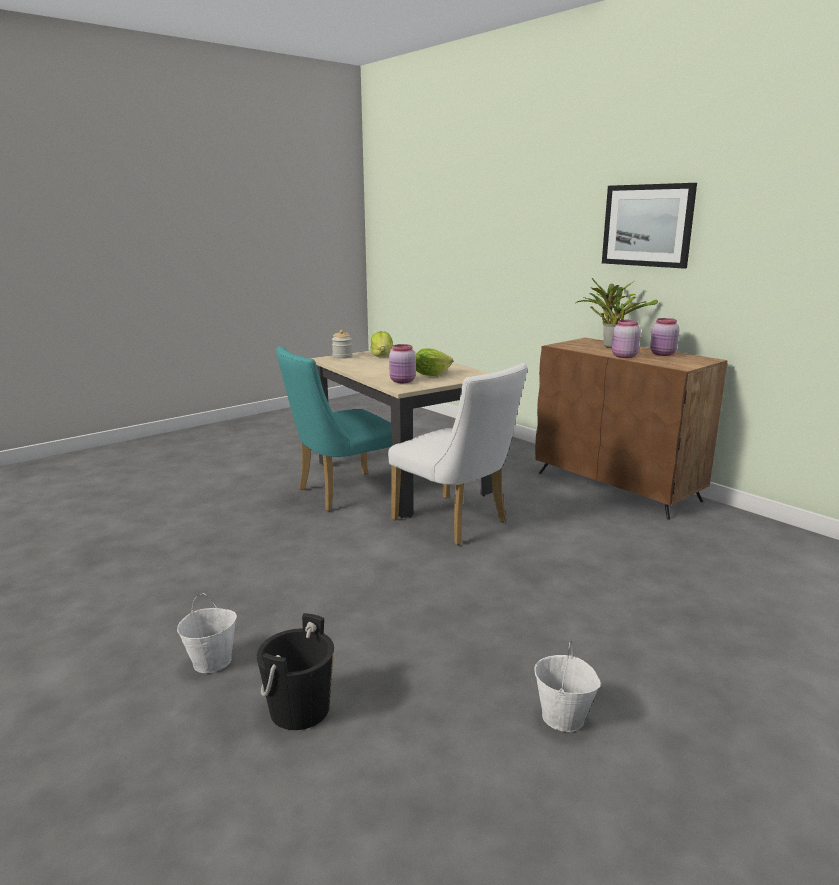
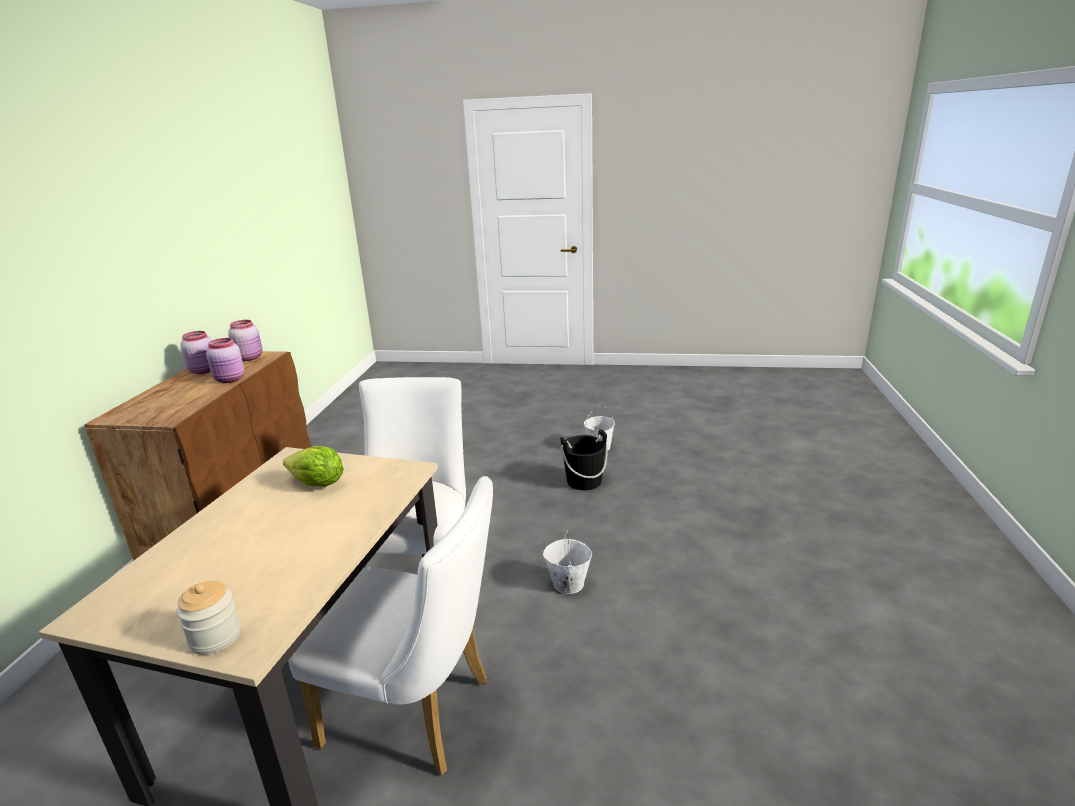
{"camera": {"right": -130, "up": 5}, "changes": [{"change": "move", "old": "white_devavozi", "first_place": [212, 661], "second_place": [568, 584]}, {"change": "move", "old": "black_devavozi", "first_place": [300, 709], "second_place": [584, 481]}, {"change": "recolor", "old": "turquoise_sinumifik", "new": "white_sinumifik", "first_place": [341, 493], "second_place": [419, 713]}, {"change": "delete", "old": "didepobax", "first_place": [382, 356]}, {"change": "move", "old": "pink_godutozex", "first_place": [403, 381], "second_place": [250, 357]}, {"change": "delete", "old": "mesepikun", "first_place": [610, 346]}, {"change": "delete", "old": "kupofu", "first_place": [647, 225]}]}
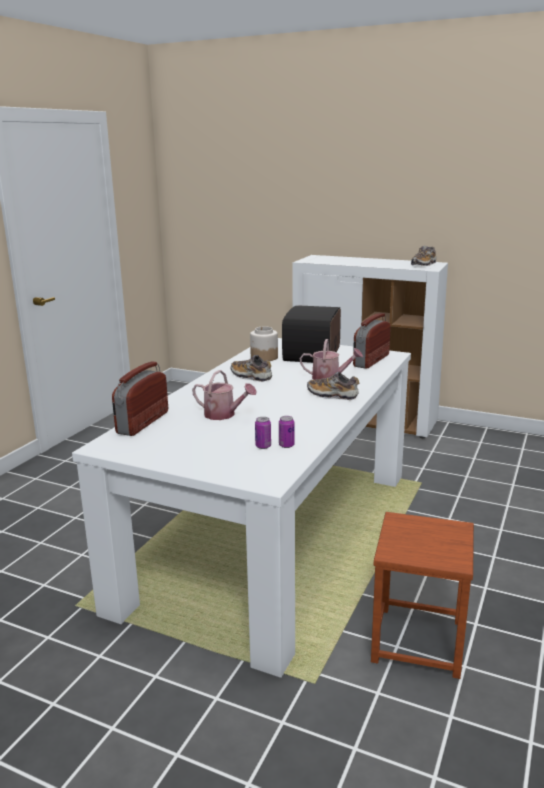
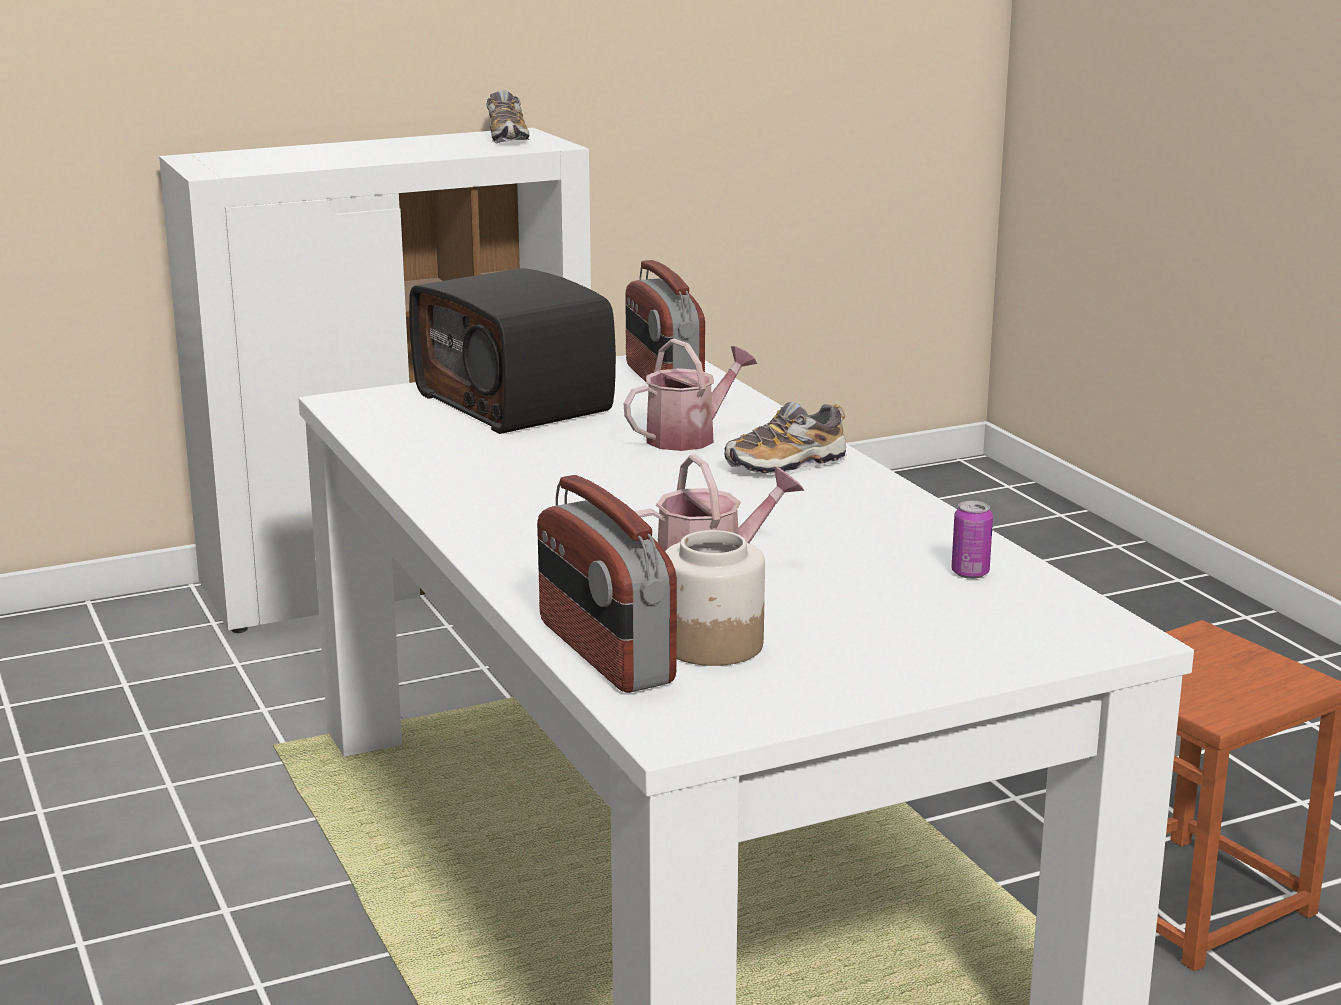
{"camera": {"right": -50, "up": 0}, "changes": [{"change": "delete", "old": "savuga", "first_place": [251, 377]}, {"change": "move", "old": "godutozex", "first_place": [264, 357], "second_place": [711, 644]}, {"change": "delete", "old": "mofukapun", "first_place": [263, 446]}]}
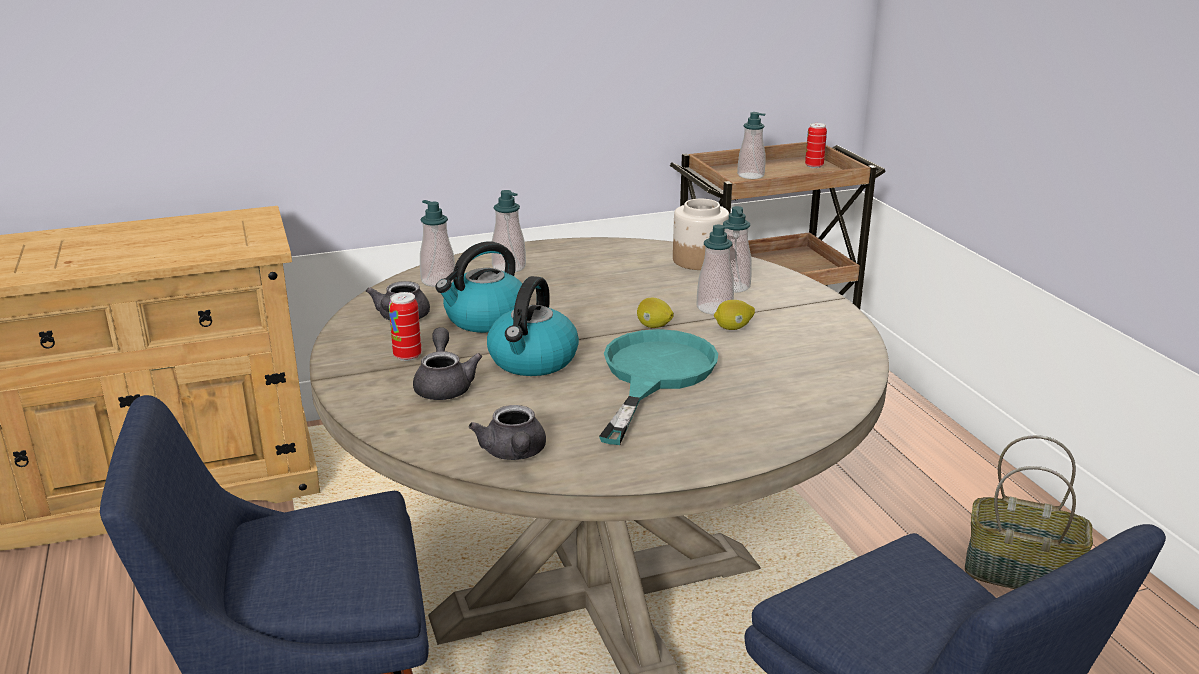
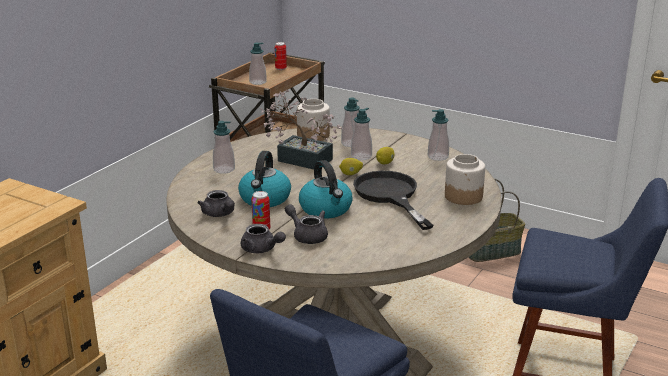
{"camera": {"right": -40, "up": 0}, "changes": [{"change": "move", "old": "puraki", "first_place": [438, 281], "second_place": [438, 157]}, {"change": "move", "old": "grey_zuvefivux", "first_place": [514, 454], "second_place": [261, 249]}, {"change": "recolor", "old": "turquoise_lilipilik", "new": "black_lilipilik", "first_place": [653, 375], "second_place": [390, 195]}, {"change": "insert", "new": "mesepikun", "second_place": [299, 158]}, {"change": "insert", "new": "godutozex", "second_place": [464, 196]}]}
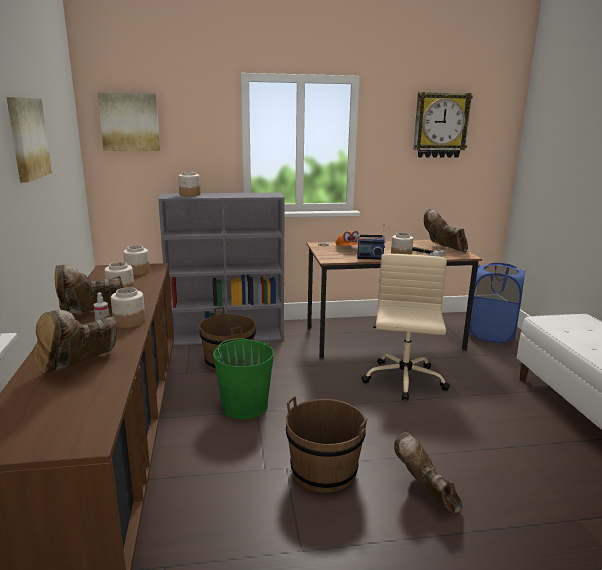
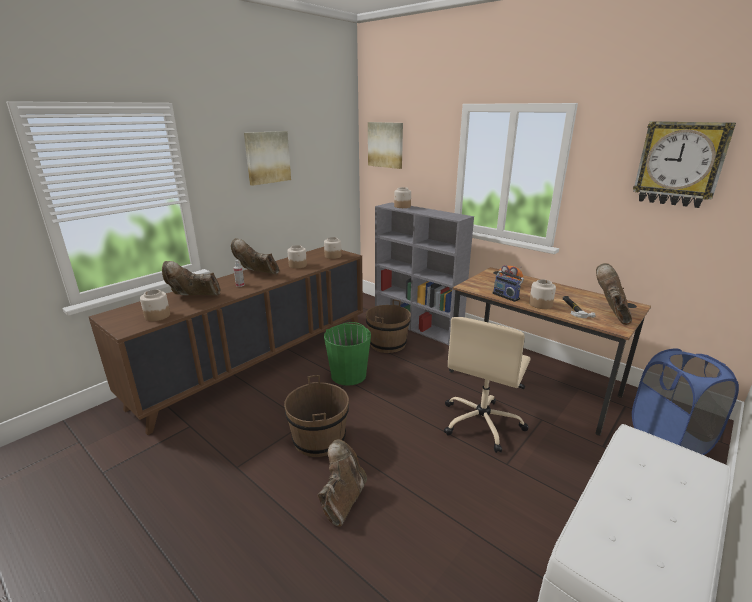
{"camera": {"right": 50, "up": 5}, "changes": [{"change": "move", "old": "godutozex", "first_place": [129, 322], "second_place": [157, 316]}, {"change": "rotate", "old": "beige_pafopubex", "first_place": [404, 381], "second_place": [482, 423], "degrees": 150}]}
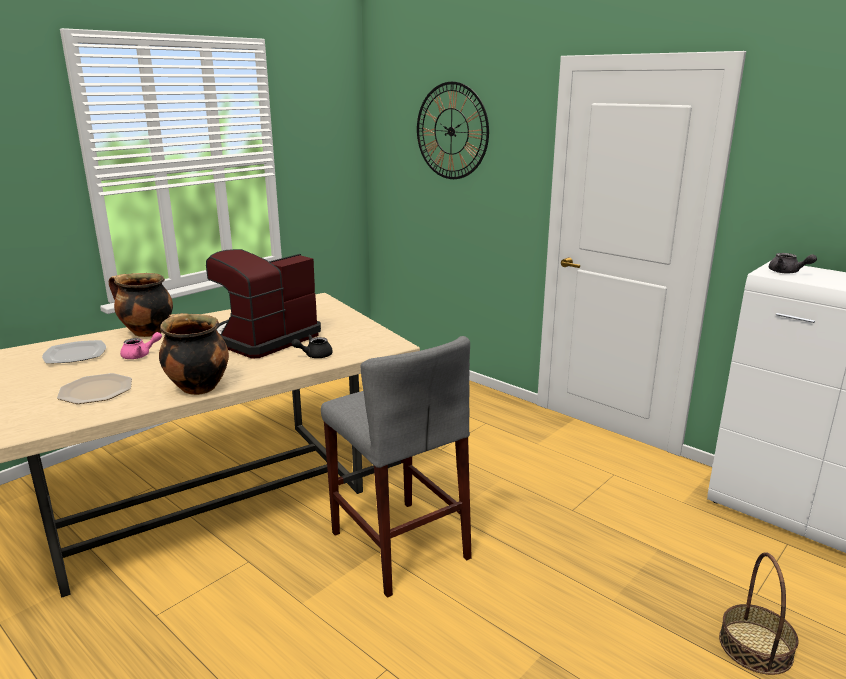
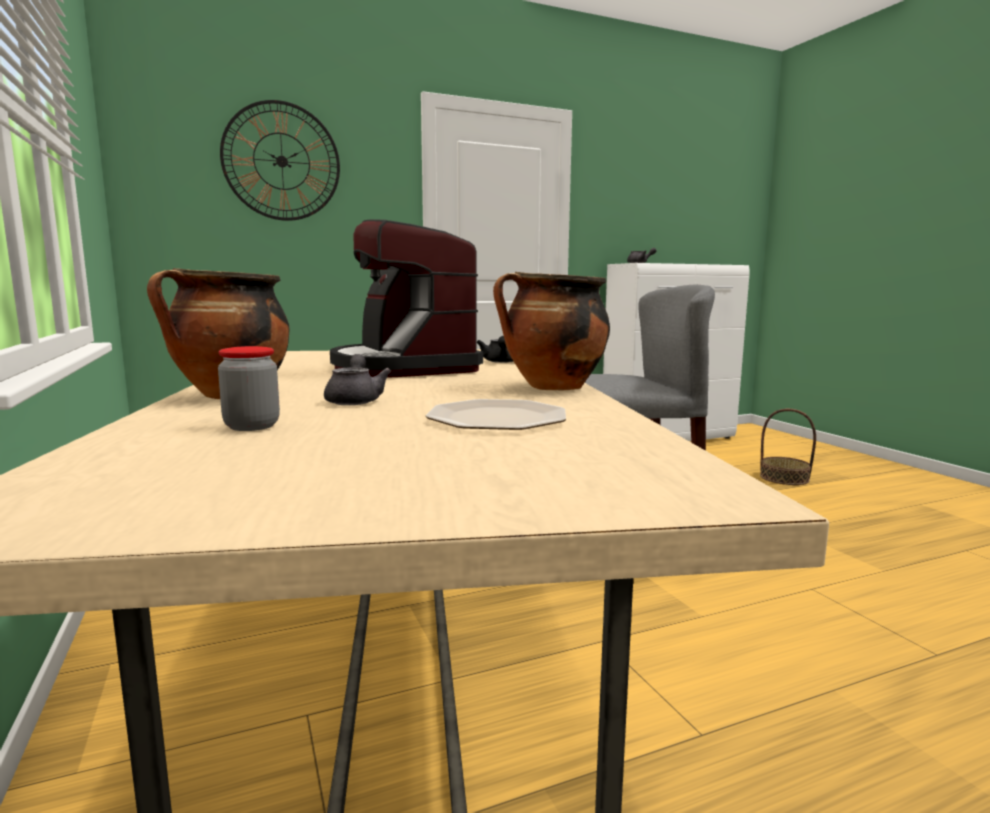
{"camera": {"right": -65, "up": -10}, "changes": [{"change": "replace", "old": "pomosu", "new": "godutozex", "first_place": [76, 354], "second_place": [252, 426]}, {"change": "recolor", "old": "pink_zuvefivux", "new": "grey_zuvefivux", "first_place": [140, 355], "second_place": [355, 400]}]}
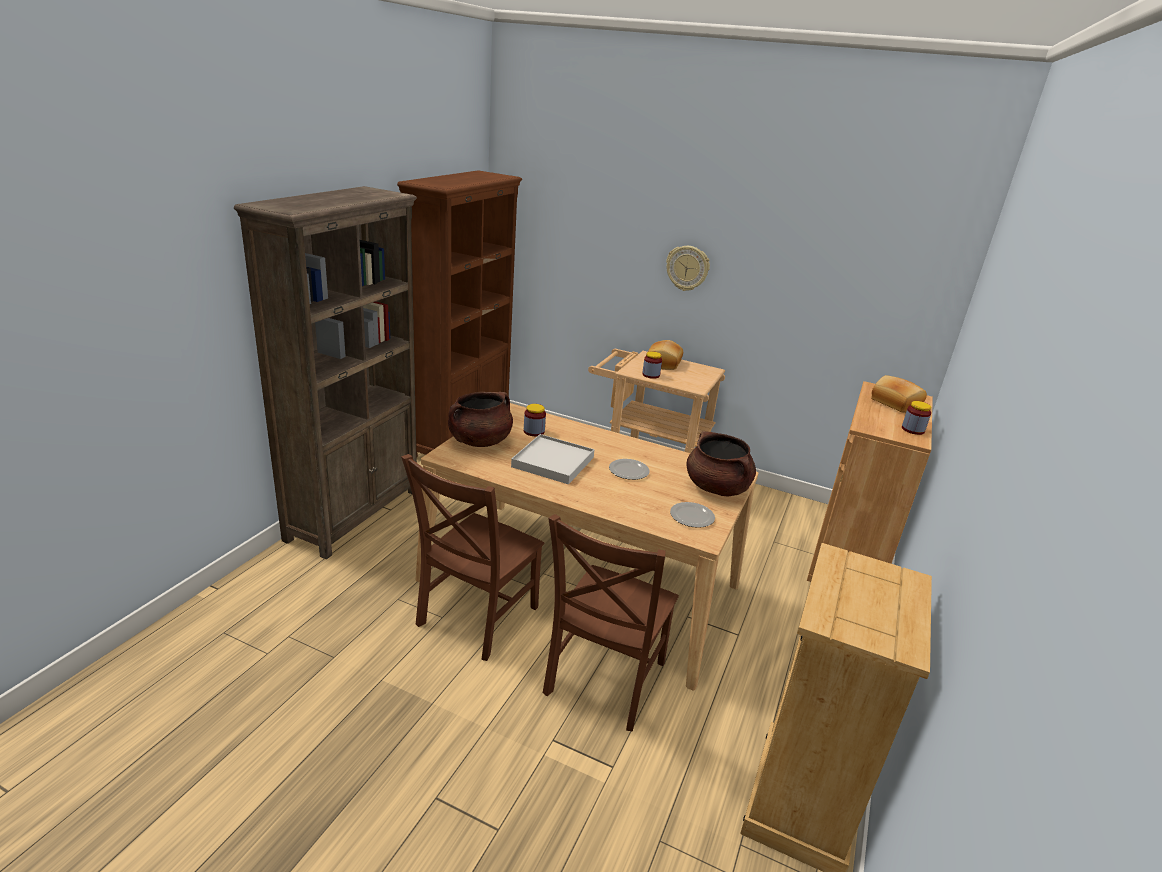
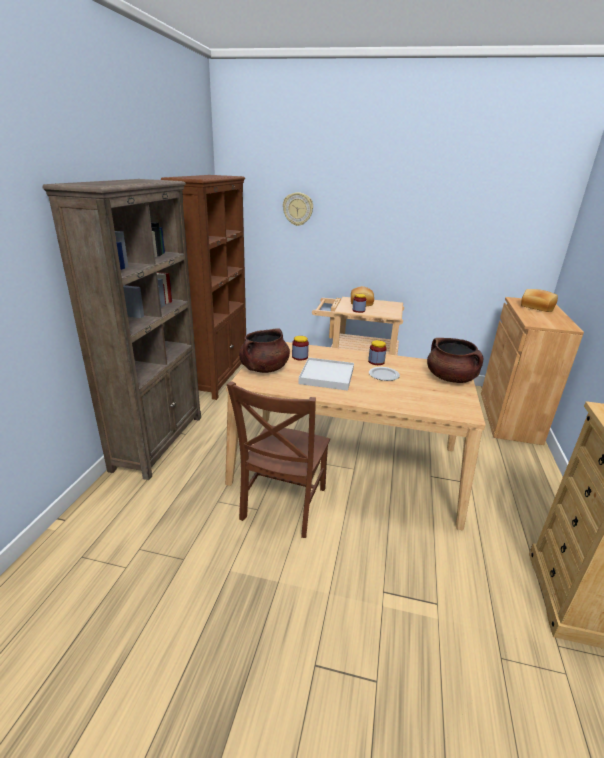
{"camera": {"right": -10, "up": 0}, "changes": [{"change": "delete", "old": "brown_sinumifik", "first_place": [603, 681]}, {"change": "move", "old": "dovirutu", "first_place": [687, 268], "second_place": [298, 209]}, {"change": "delete", "old": "pomosu", "first_place": [692, 517]}, {"change": "move", "old": "godutozex", "first_place": [913, 430], "second_place": [376, 362]}]}
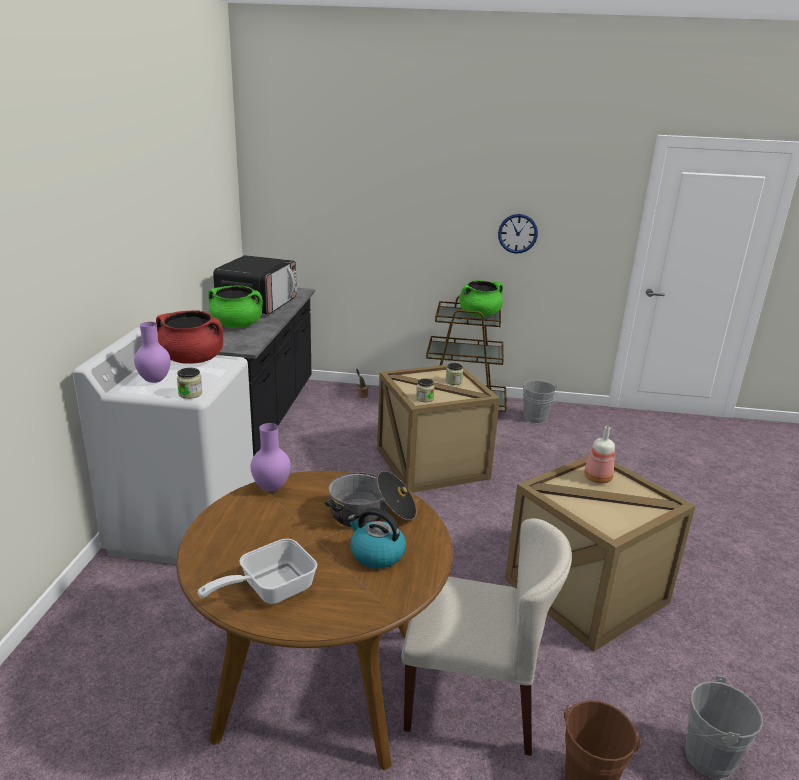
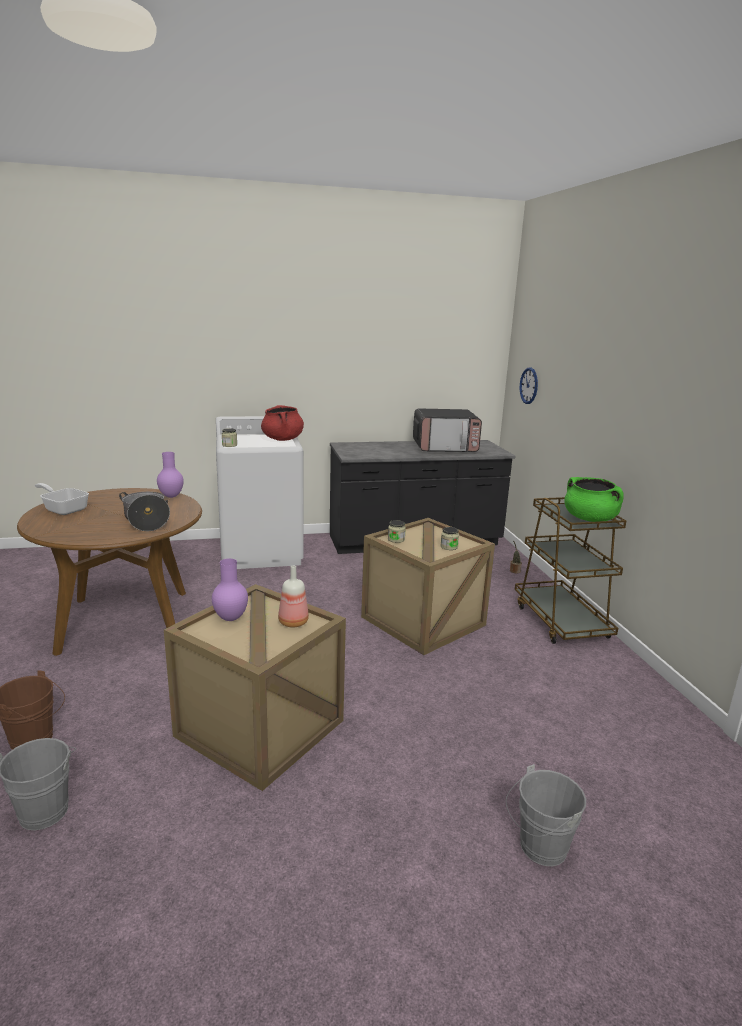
{"camera": {"right": 70, "up": -5}, "changes": [{"change": "move", "old": "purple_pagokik", "first_place": [154, 380], "second_place": [231, 618]}, {"change": "delete", "old": "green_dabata", "first_place": [237, 325]}, {"change": "delete", "old": "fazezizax", "first_place": [376, 554]}, {"change": "delete", "old": "beige_sinumifik", "first_place": [472, 698]}, {"change": "move", "old": "dovirutu", "first_place": [517, 233], "second_place": [529, 385]}, {"change": "move", "old": "grey_devavozi", "first_place": [535, 419], "second_place": [539, 848]}]}
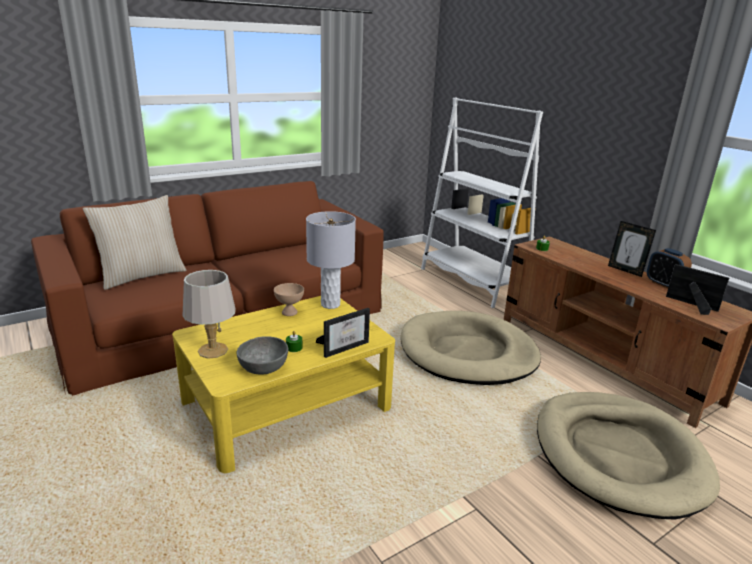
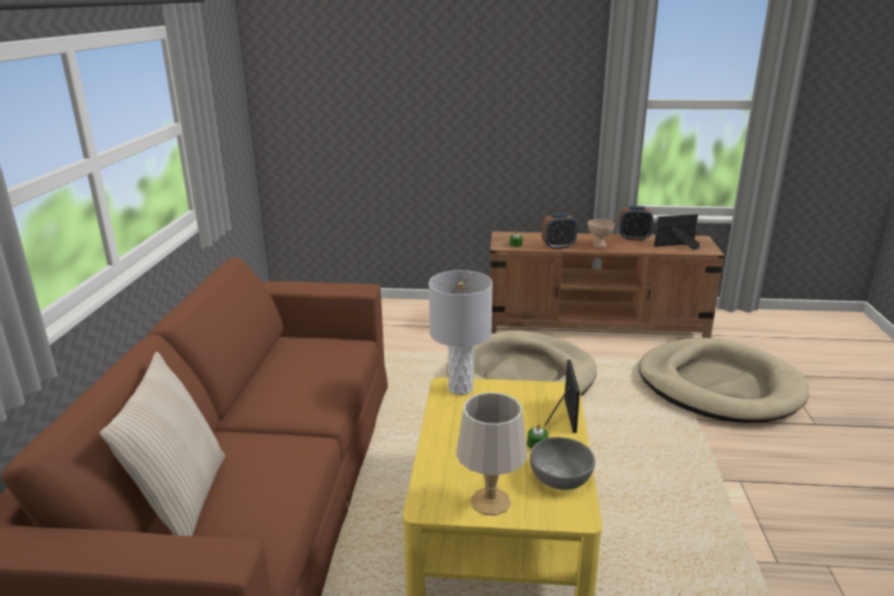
{"camera": {"right": -50, "up": 0}, "changes": [{"change": "move", "old": "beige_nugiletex", "first_place": [289, 312], "second_place": [598, 245]}, {"change": "delete", "old": "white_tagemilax", "first_place": [473, 281]}, {"change": "delete", "old": "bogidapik", "first_place": [625, 270]}, {"change": "insert", "new": "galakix", "second_place": [558, 246]}]}
